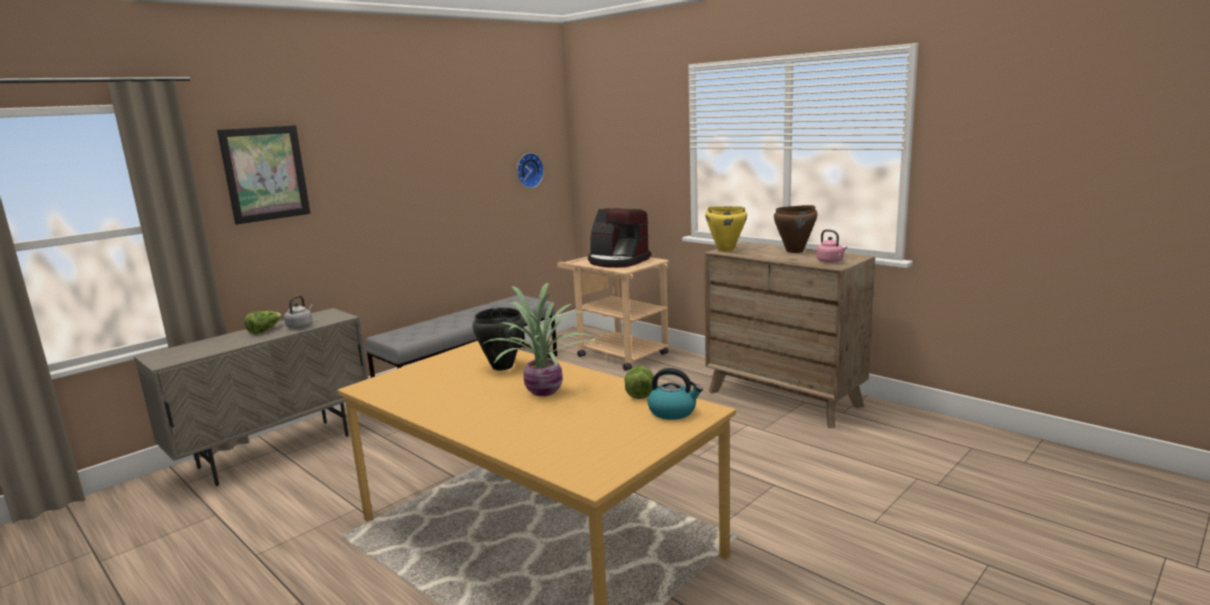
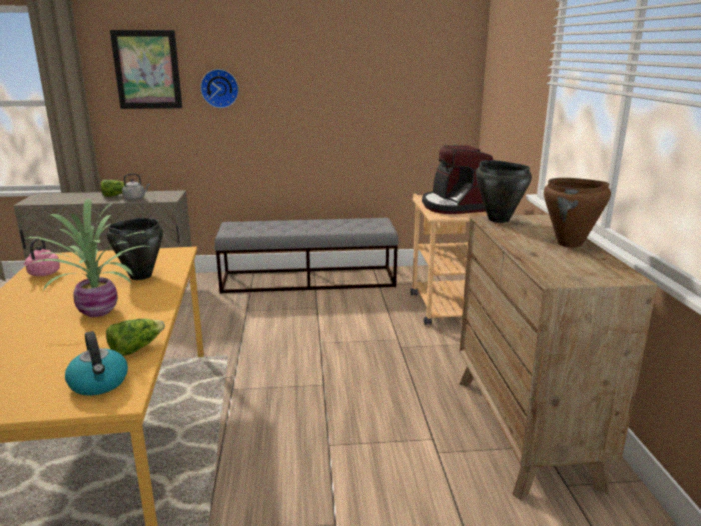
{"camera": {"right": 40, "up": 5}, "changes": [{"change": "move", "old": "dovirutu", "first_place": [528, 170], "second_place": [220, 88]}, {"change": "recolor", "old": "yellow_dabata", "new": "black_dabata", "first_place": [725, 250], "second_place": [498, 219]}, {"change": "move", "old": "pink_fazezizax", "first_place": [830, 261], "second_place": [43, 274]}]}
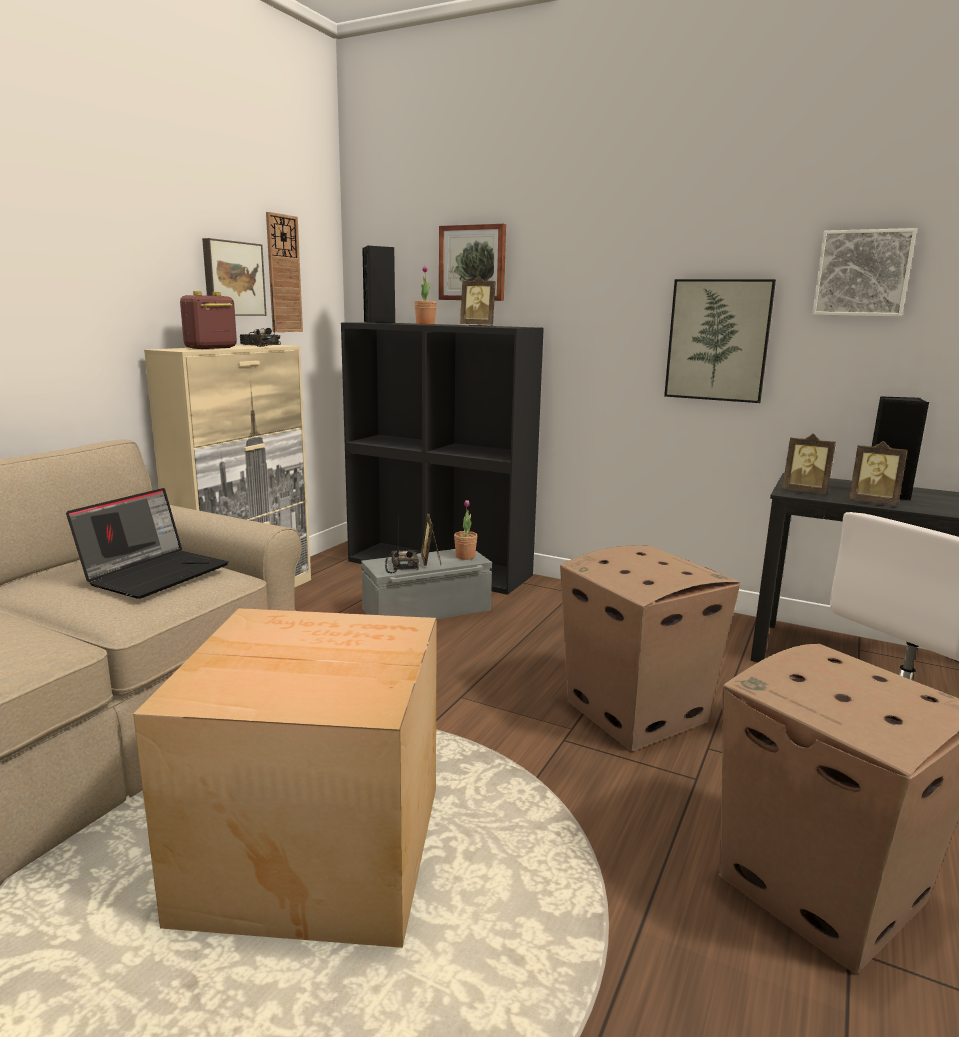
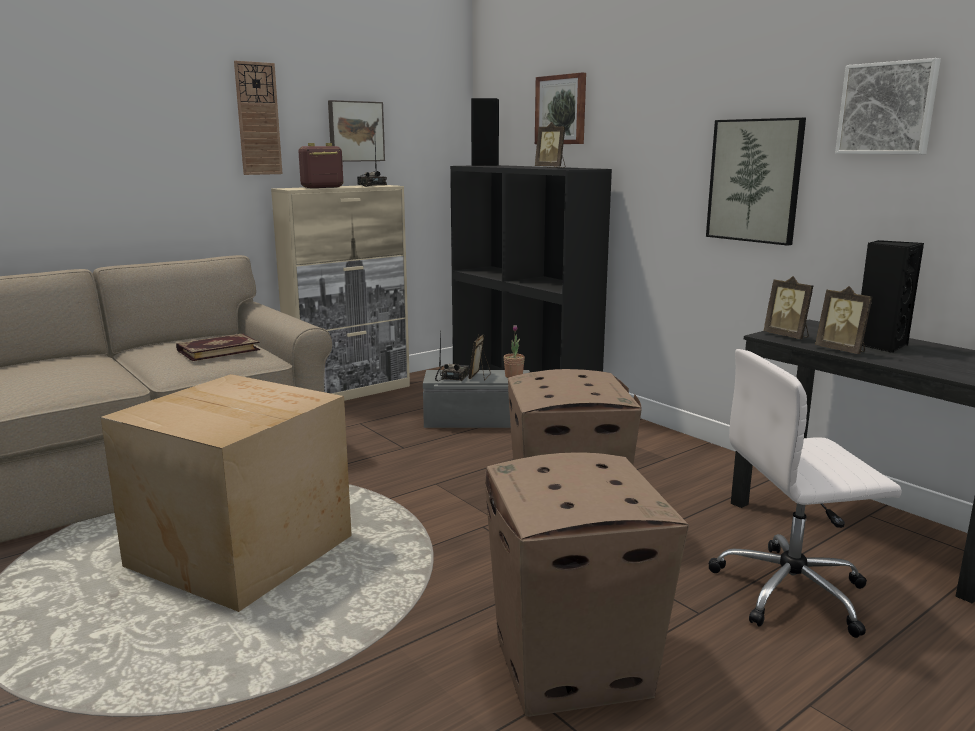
{"camera": {"right": 25, "up": 0}, "changes": [{"change": "replace", "old": "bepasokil", "new": "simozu", "first_place": [156, 573], "second_place": [218, 350]}, {"change": "move", "old": "dovirutu", "first_place": [283, 274], "second_place": [258, 119]}, {"change": "delete", "old": "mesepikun", "first_place": [425, 324]}]}
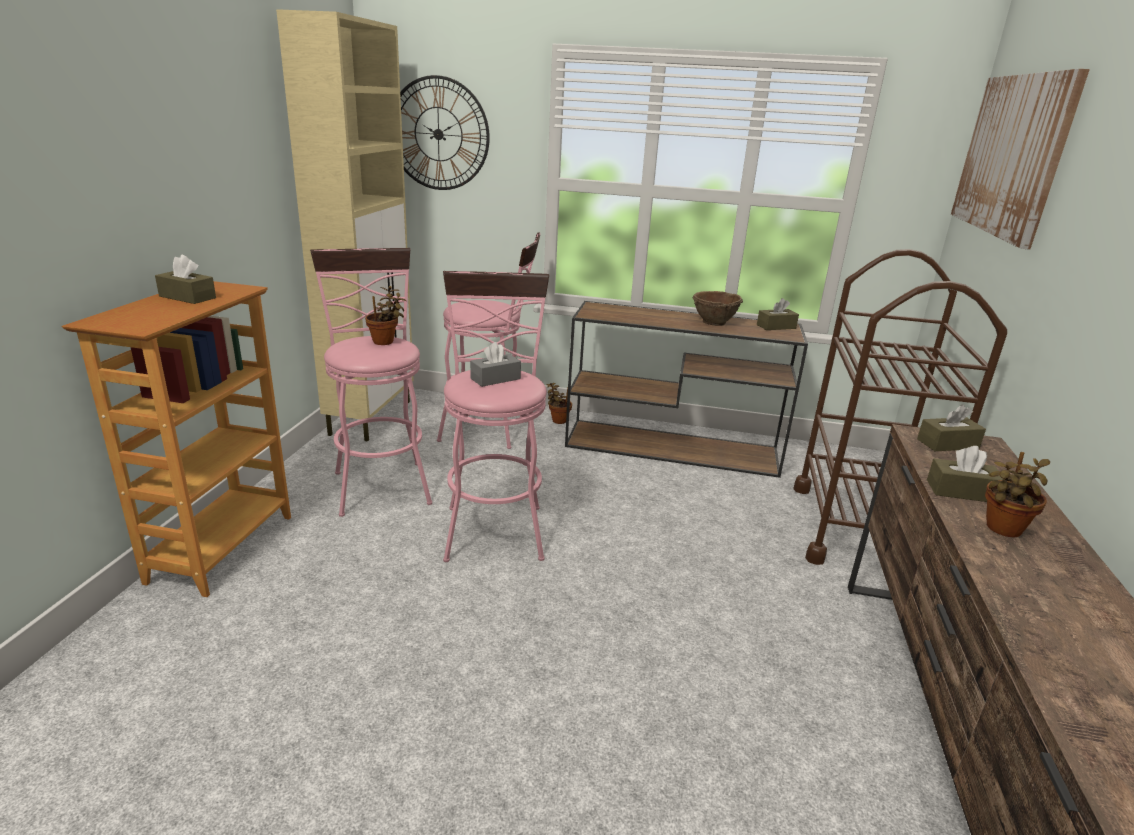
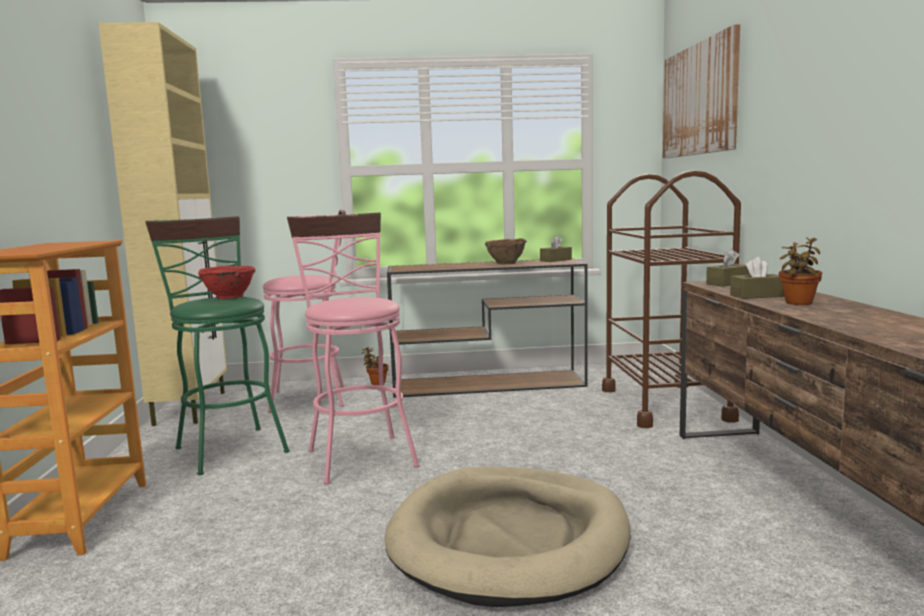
{"camera": {"right": -15, "up": -15}, "changes": [{"change": "delete", "old": "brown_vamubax", "first_place": [187, 297]}, {"change": "recolor", "old": "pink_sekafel", "new": "green_sekafel", "first_place": [380, 483], "second_place": [228, 447]}, {"change": "replace", "old": "mesepikun", "new": "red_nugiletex", "first_place": [386, 342], "second_place": [229, 297]}, {"change": "delete", "old": "dovirutu", "first_place": [438, 134]}, {"change": "delete", "old": "grey_vamubax", "first_place": [495, 379]}, {"change": "insert", "new": "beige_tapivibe", "second_place": [510, 539]}]}
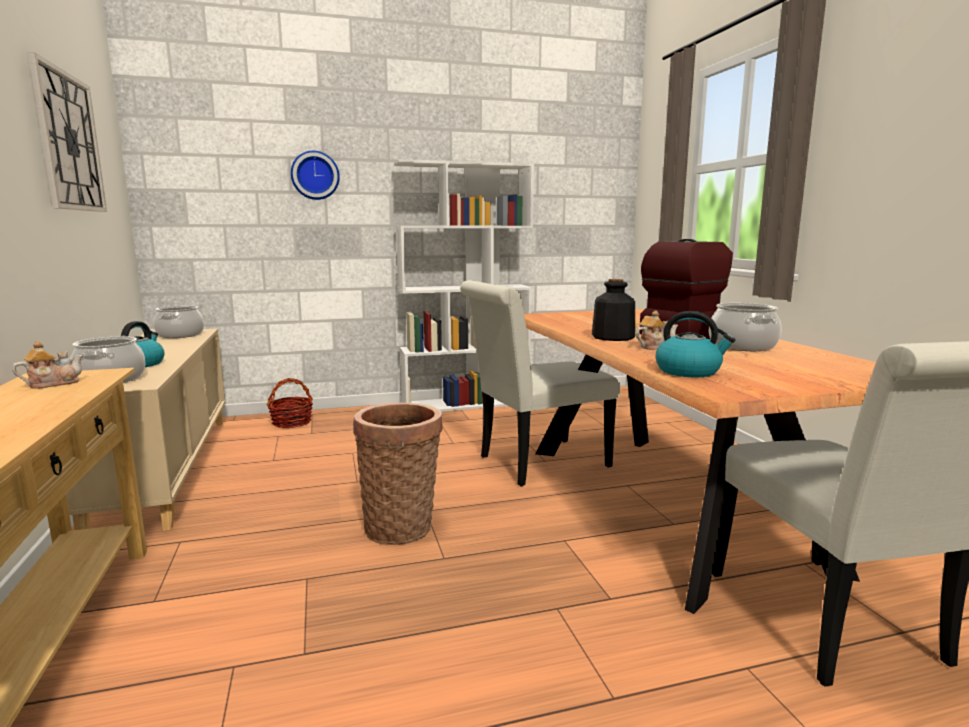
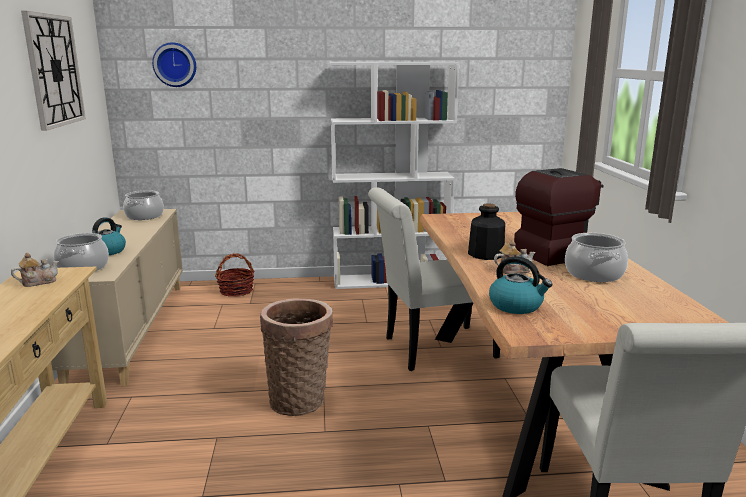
{"camera": {"right": 10, "up": 5}, "changes": [{"change": "move", "old": "dovirutu", "first_place": [315, 175], "second_place": [175, 64]}]}
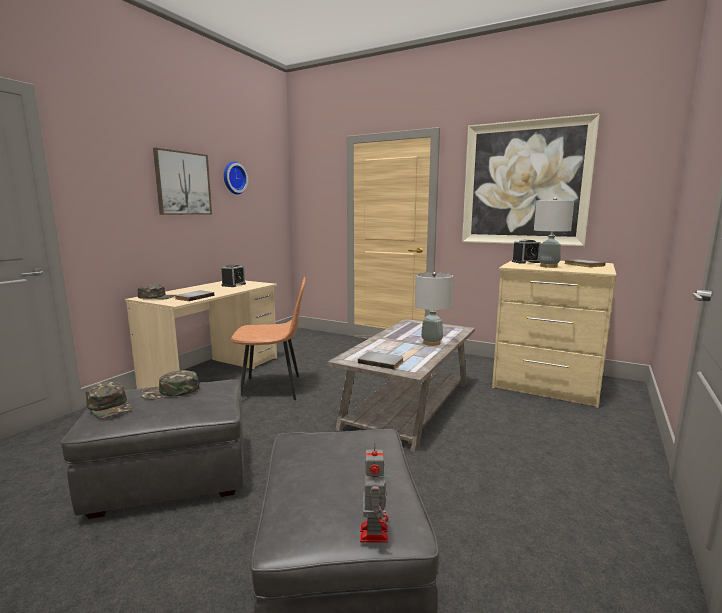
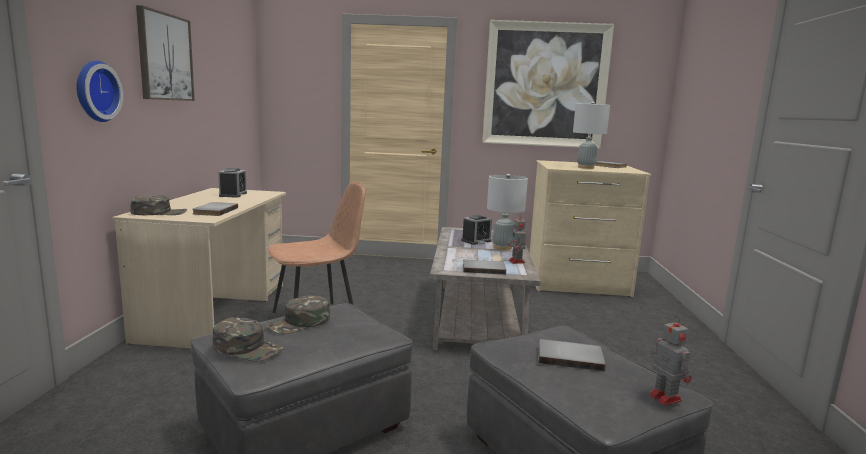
{"camera": {"right": -25, "up": 0}, "changes": [{"change": "move", "old": "dovirutu", "first_place": [233, 178], "second_place": [94, 91]}, {"change": "move", "old": "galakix", "first_place": [525, 262], "second_place": [476, 241]}, {"change": "insert", "new": "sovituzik", "second_place": [517, 262]}, {"change": "insert", "new": "grey_simozu", "second_place": [569, 357]}]}
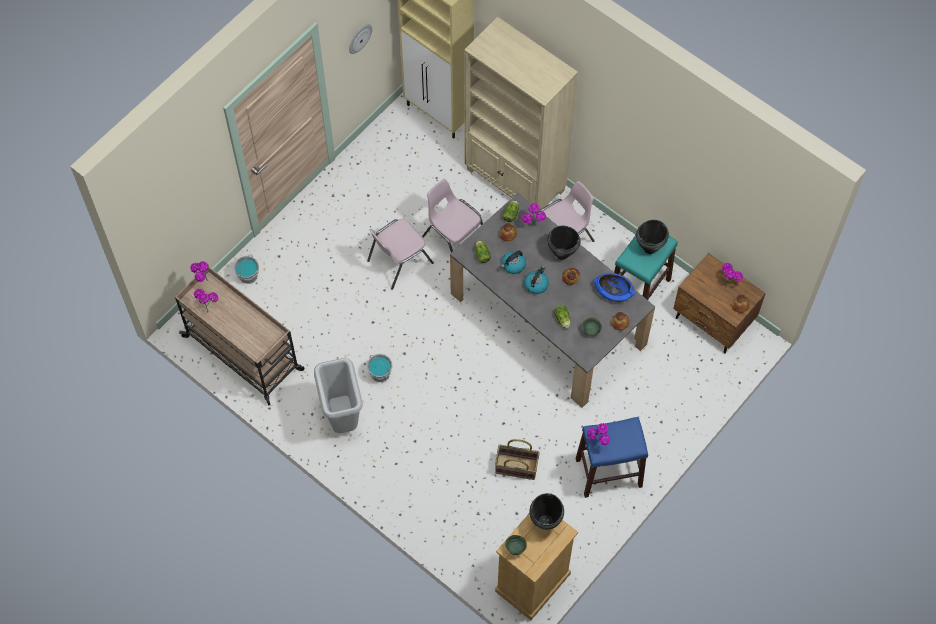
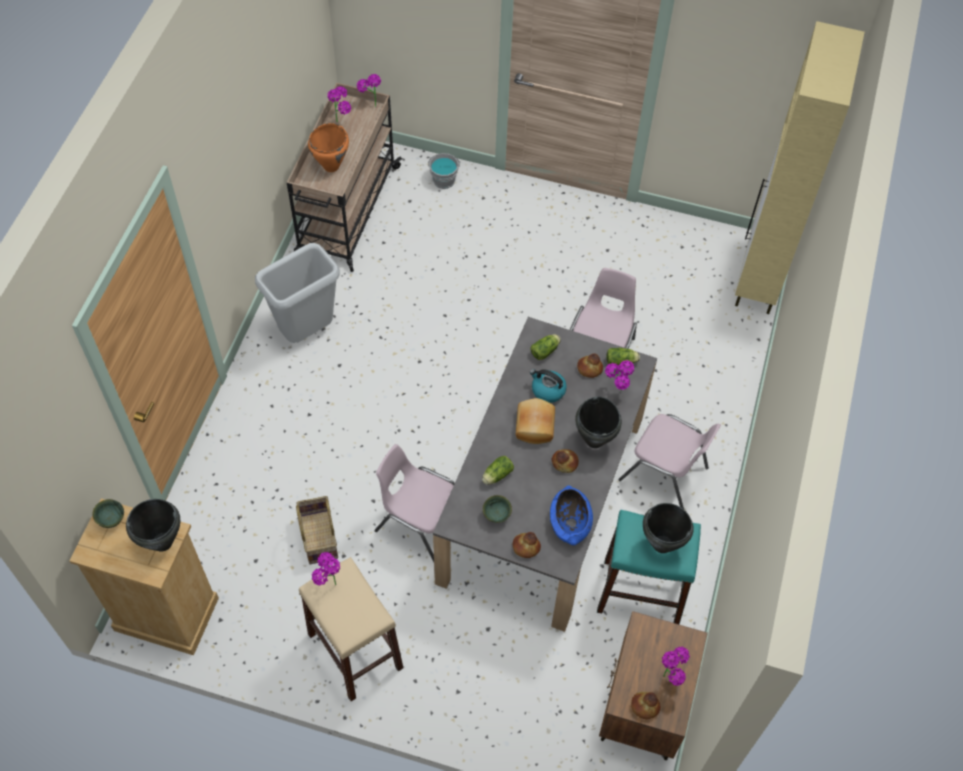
{"camera": {"right": 65, "up": -5}, "changes": [{"change": "delete", "old": "dovirutu", "first_place": [359, 38]}, {"change": "move", "old": "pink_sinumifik", "first_place": [398, 261], "second_place": [420, 523]}, {"change": "delete", "old": "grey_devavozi", "first_place": [380, 374]}, {"change": "delete", "old": "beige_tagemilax", "first_place": [515, 181]}, {"change": "replace", "old": "fazezizax", "new": "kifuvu", "first_place": [536, 284], "second_place": [533, 426]}, {"change": "recolor", "old": "blue_sekafel", "new": "beige_sekafel", "first_place": [608, 472], "second_place": [355, 650]}, {"change": "insert", "new": "orange_dabata", "second_place": [331, 166]}]}
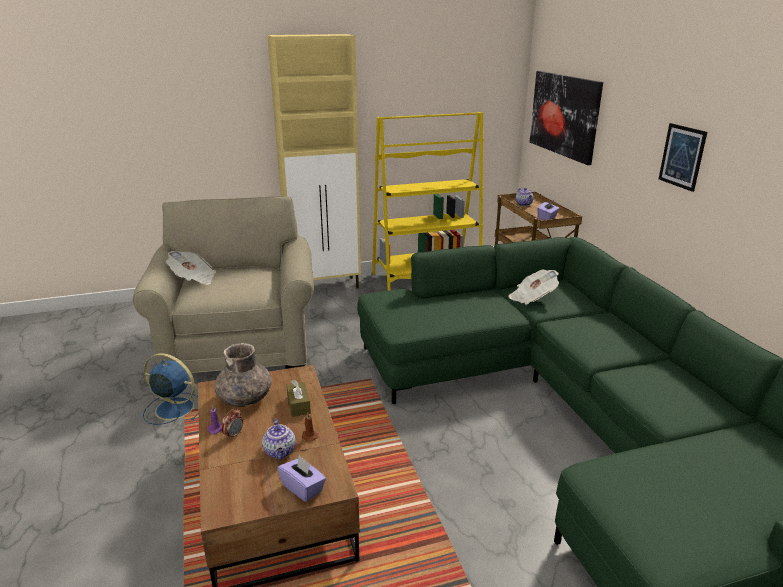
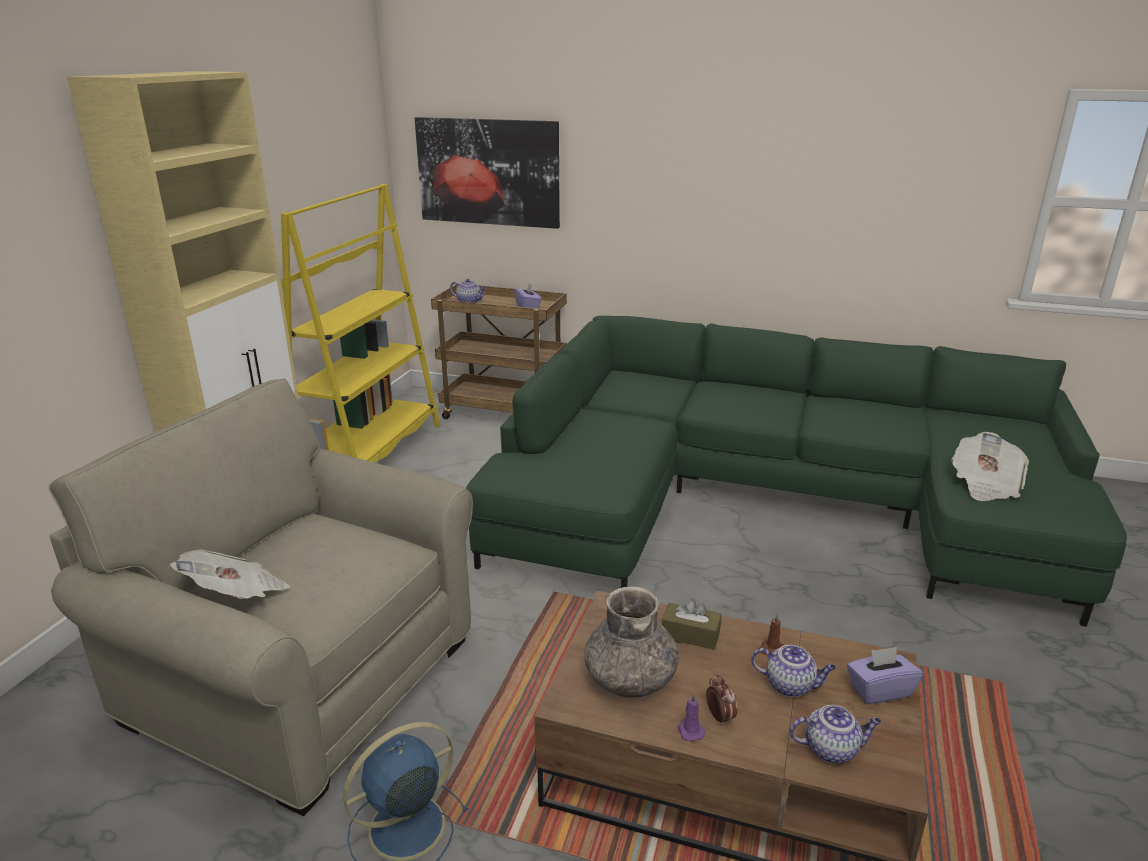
{"camera": {"right": -55, "up": 0}, "changes": [{"change": "move", "old": "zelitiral", "first_place": [532, 298], "second_place": [985, 485]}, {"change": "delete", "old": "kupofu", "first_place": [682, 156]}, {"change": "insert", "new": "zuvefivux", "second_place": [831, 749]}]}
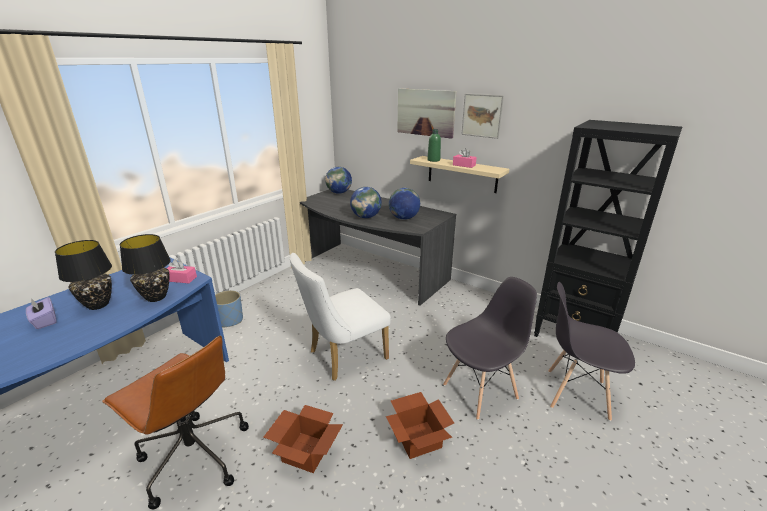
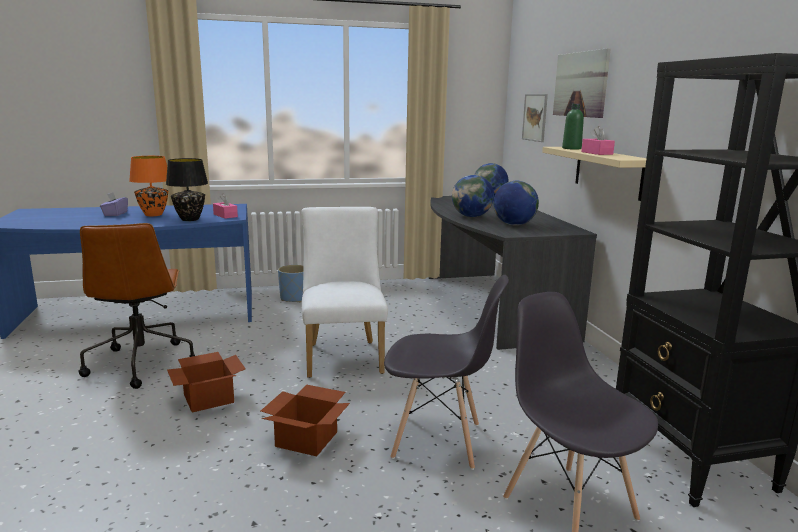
{"camera": {"right": 40, "up": -10}, "changes": [{"change": "recolor", "old": "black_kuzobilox", "new": "orange_kuzobilox", "first_place": [98, 305], "second_place": [153, 215]}, {"change": "rotate", "old": "white_sinumifik", "first_place": [343, 357], "second_place": [343, 355], "degrees": 75}, {"change": "move", "old": "kupofu", "first_place": [482, 115], "second_place": [535, 117]}]}
